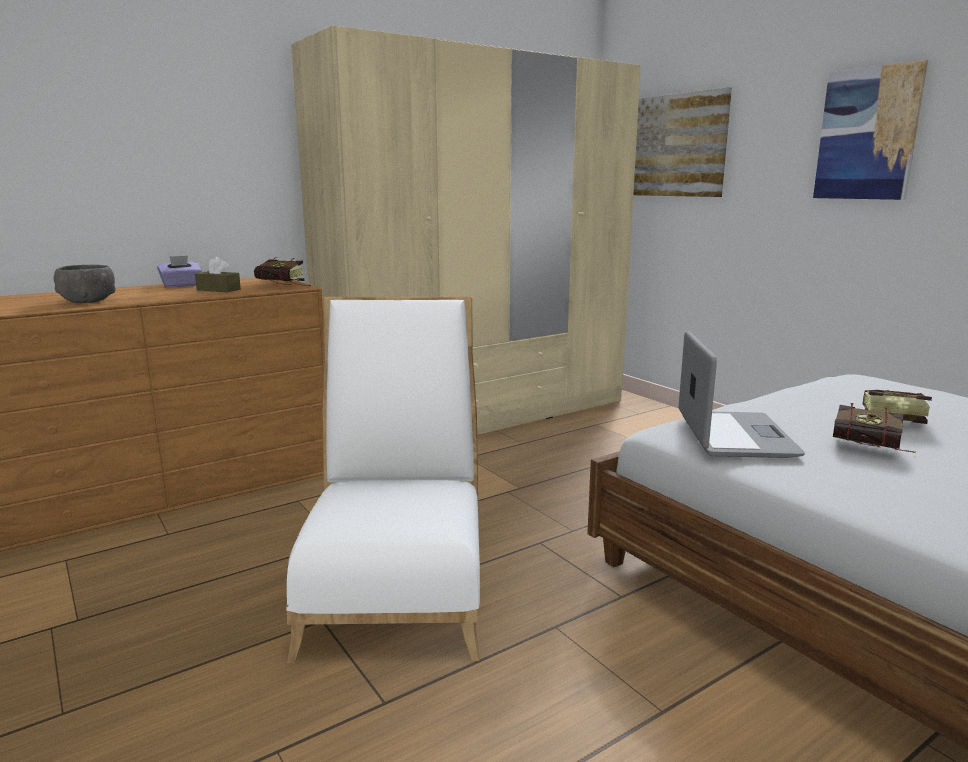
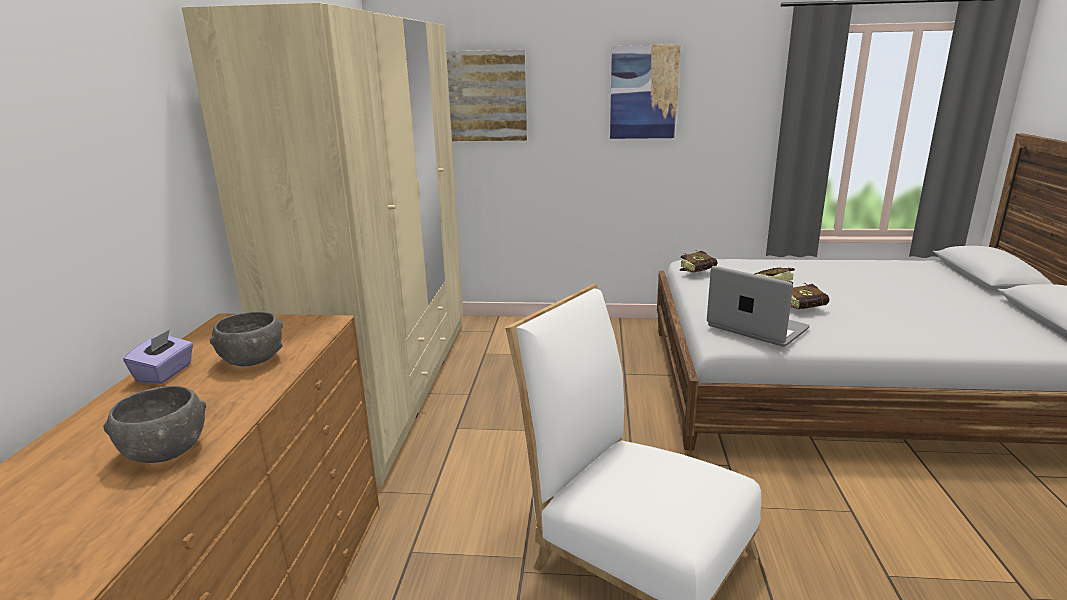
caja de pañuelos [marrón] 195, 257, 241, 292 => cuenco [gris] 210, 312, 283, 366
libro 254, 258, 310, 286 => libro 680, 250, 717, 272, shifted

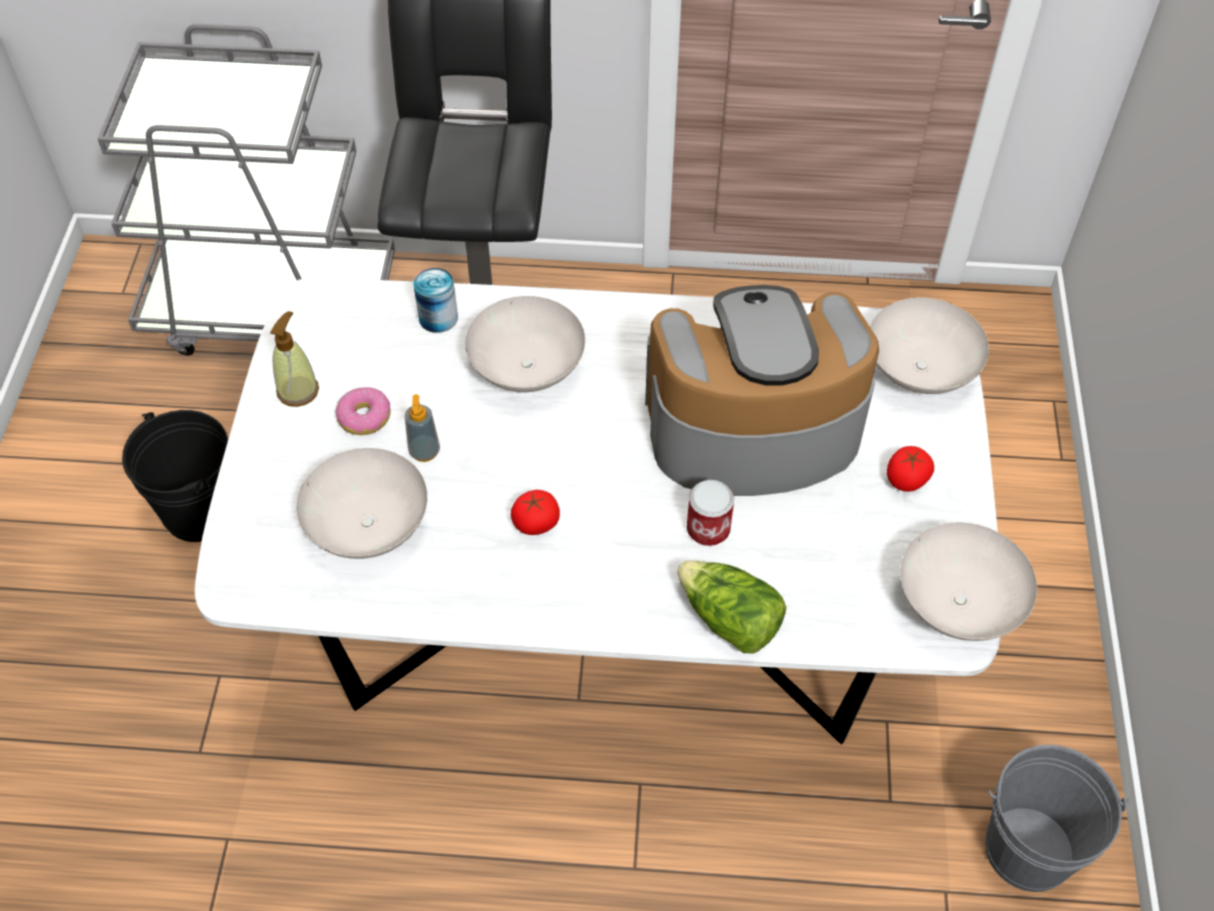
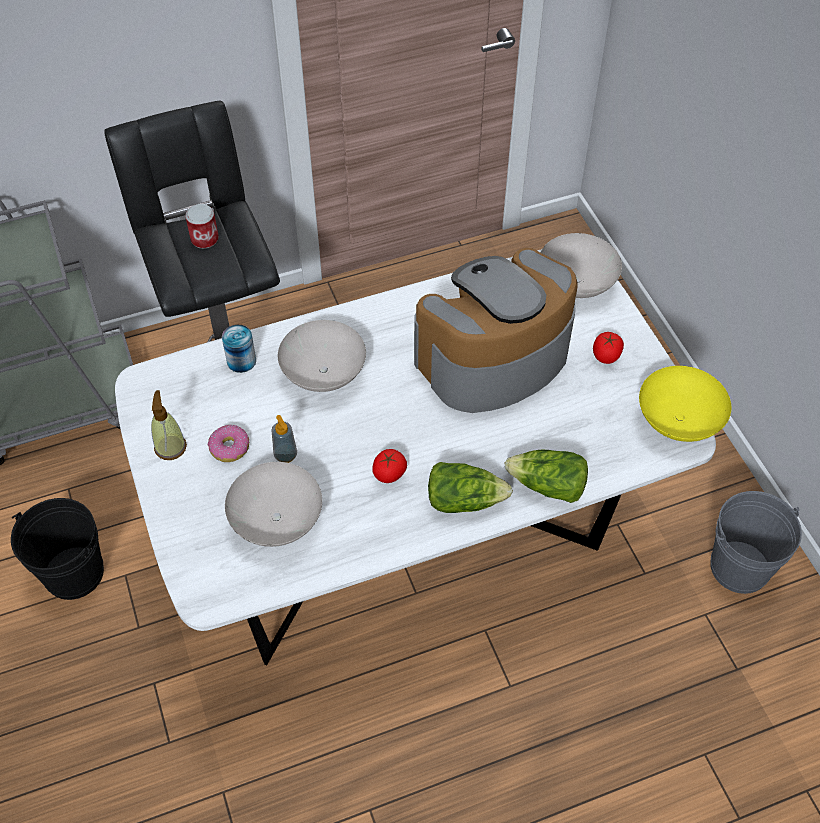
lata 687, 480, 734, 546 => lata 185, 204, 219, 249, shifted
cuenco [blanco] 900, 522, 1037, 641 => cuenco [amarillo] 639, 366, 731, 442
nothing => lechuga 428, 462, 513, 513

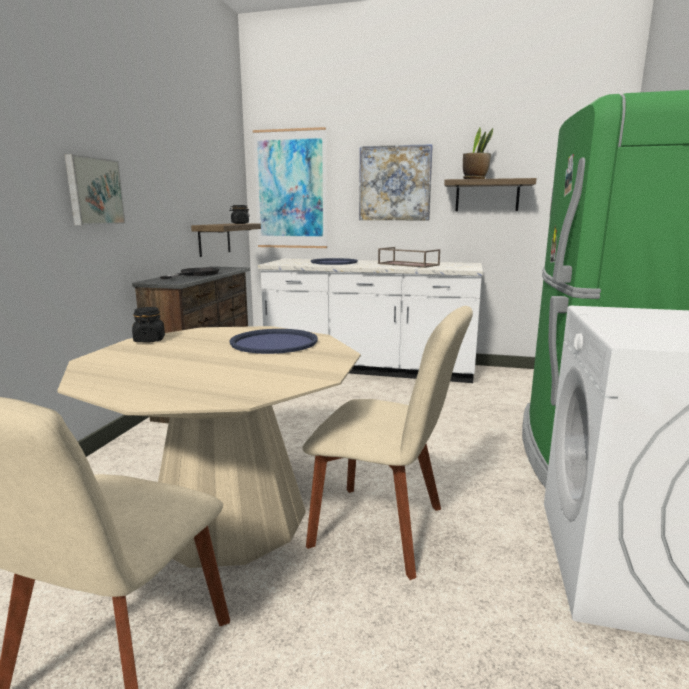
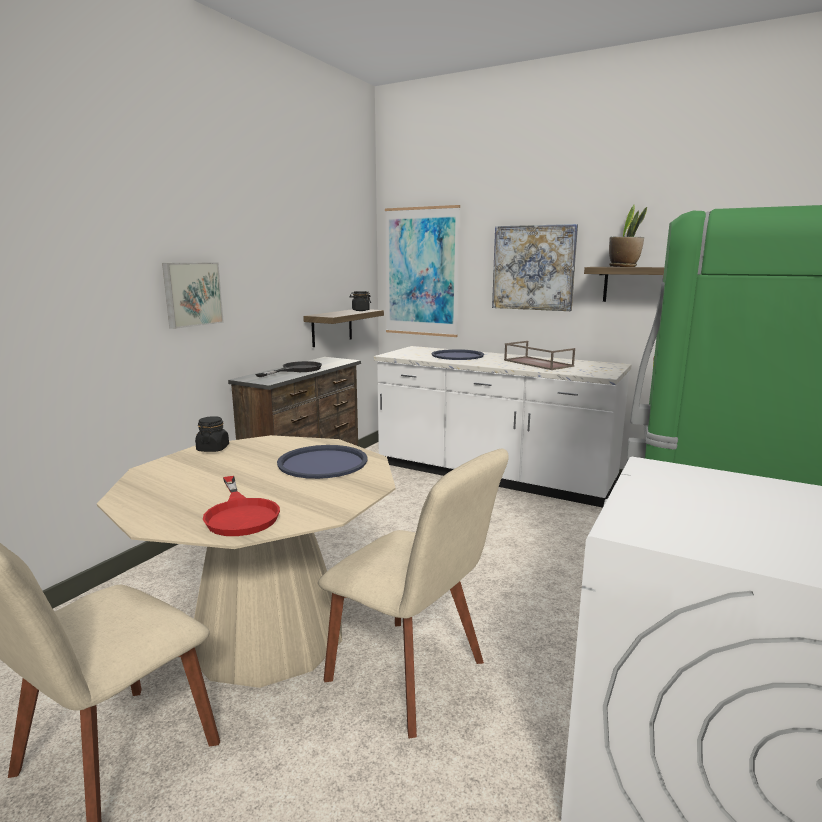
nothing => sartén [rojo] 203, 476, 280, 536

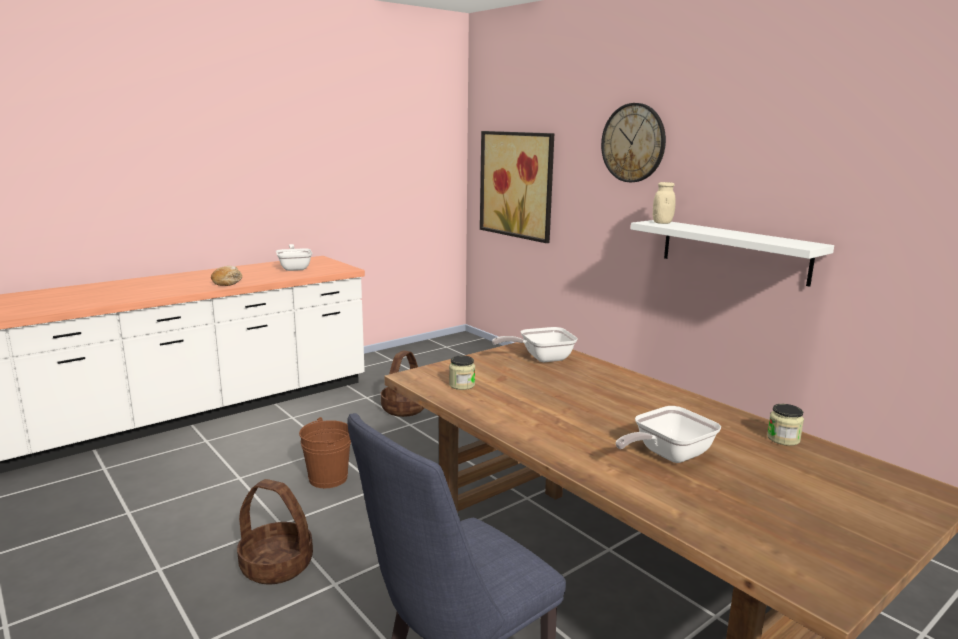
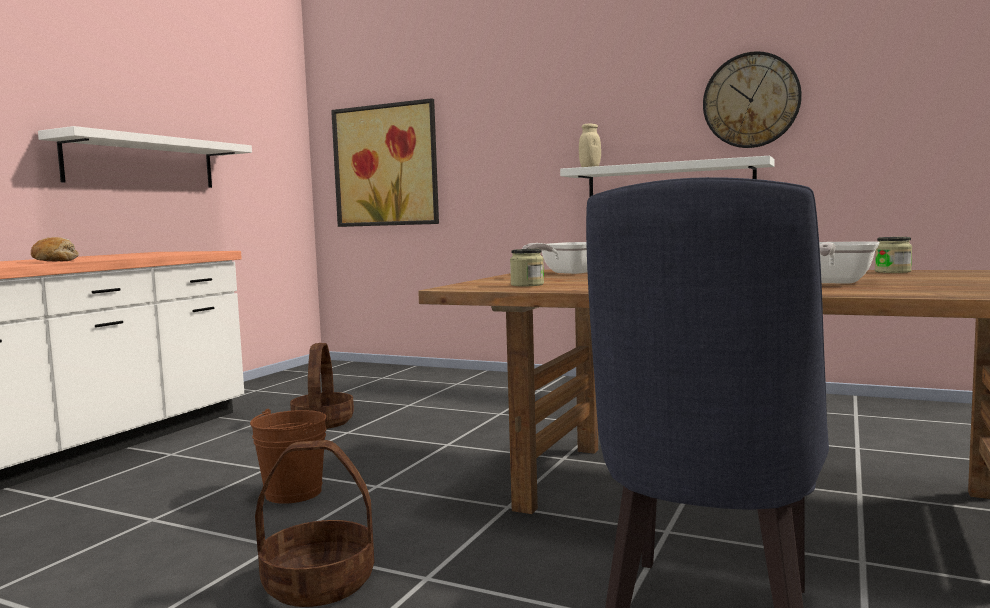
sartén 276, 244, 312, 271 => nothing
reloj de pared 601, 103, 666, 182 => reloj de pared 703, 51, 802, 148, shifted
nothing => estante [blanco] 38, 126, 252, 188

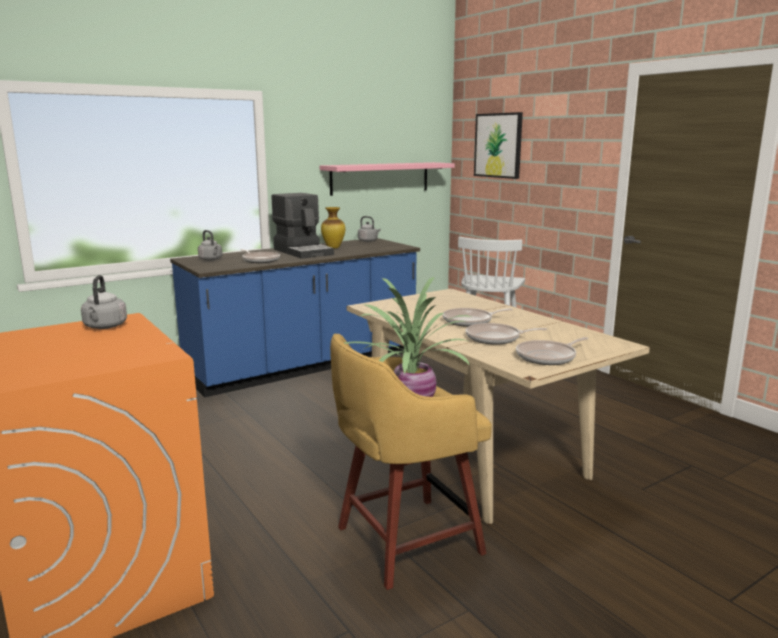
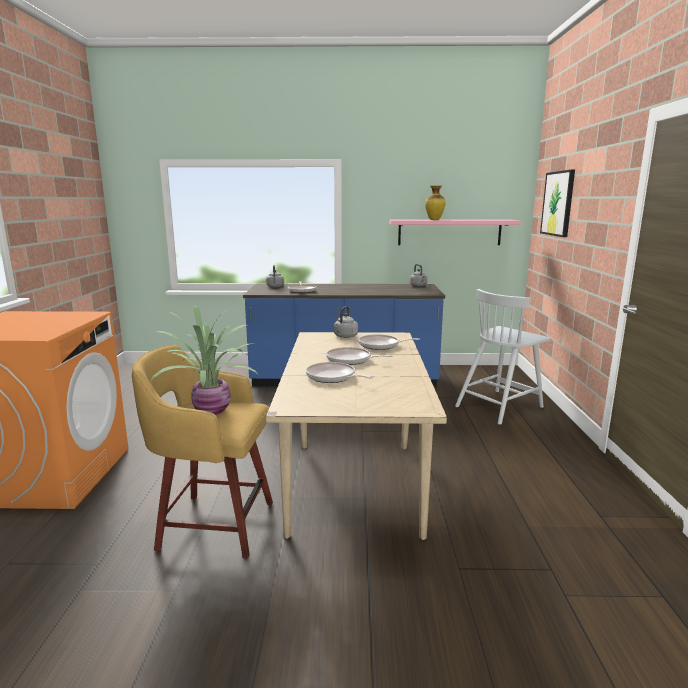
hervidor [gris] 81, 275, 127, 329 => hervidor [gris] 334, 306, 358, 338, shifted
cafetera 272, 193, 334, 259 => nothing
florero 321, 207, 345, 249 => florero 425, 185, 446, 220, shifted
sartén 516, 337, 588, 365 => sartén 358, 334, 420, 350, shifted

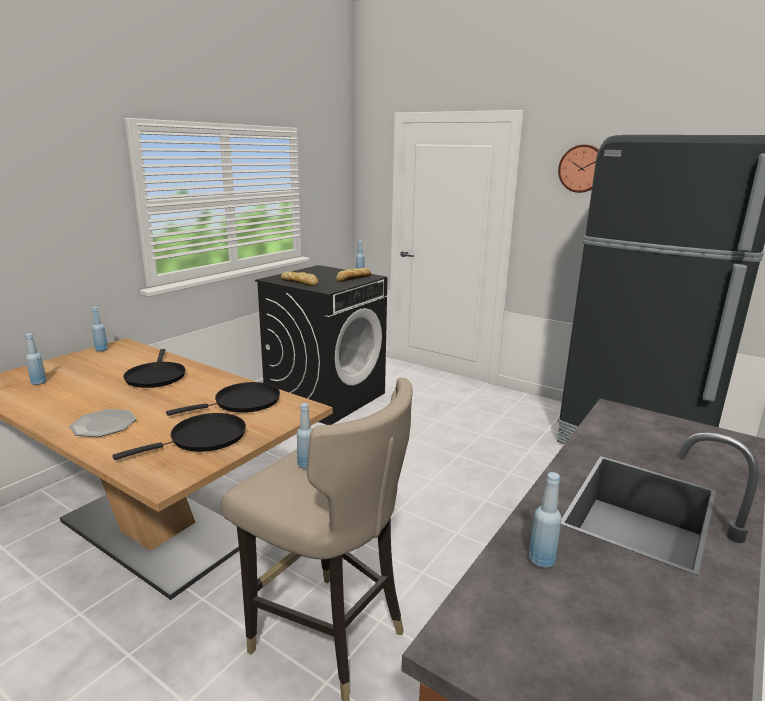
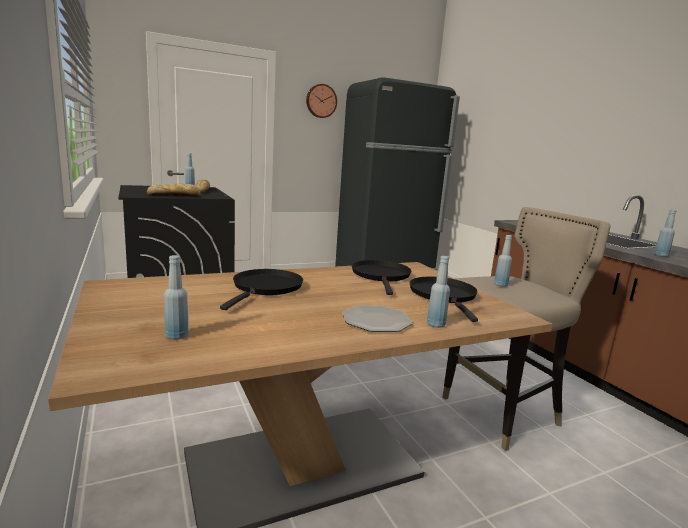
botella [azul] 92, 307, 108, 352 => botella [azul] 427, 256, 450, 328, shifted
sartén [negro] 123, 349, 185, 388 => sartén [negro] 220, 269, 303, 310, 90 degrees counterclockwise

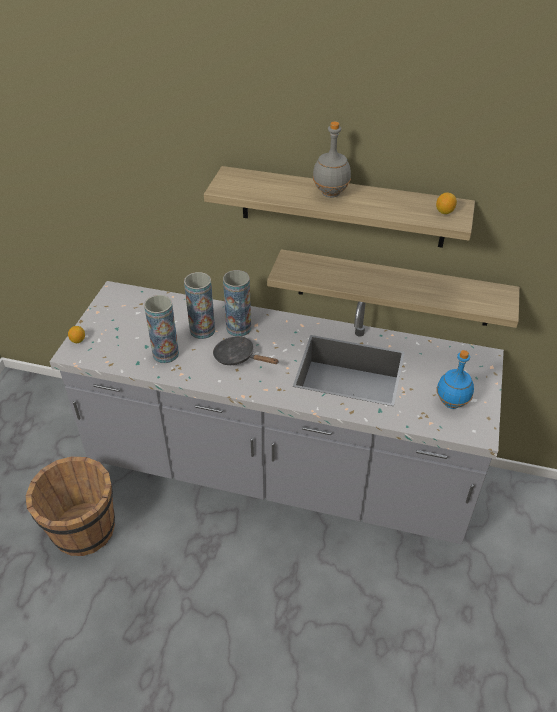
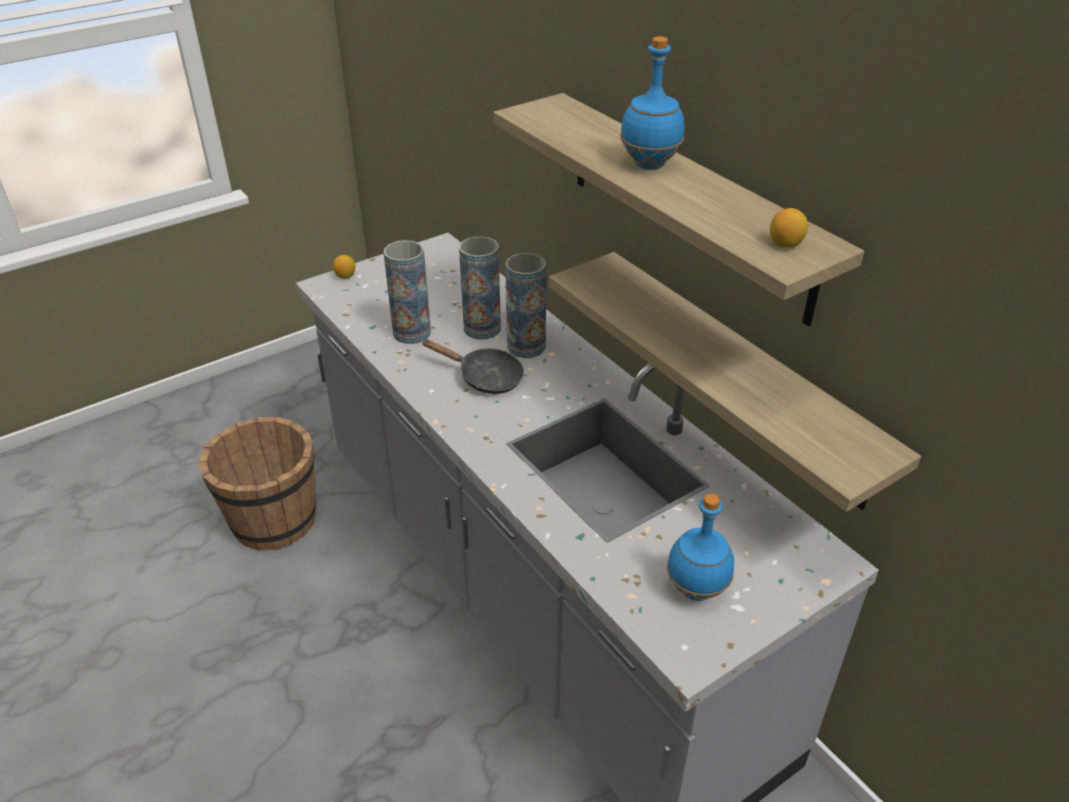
sartén [negro] 213, 336, 278, 365 => sartén [negro] 422, 339, 524, 394, 135 degrees clockwise
botella [gris] 313, 122, 351, 198 => botella [azul] 620, 36, 685, 170

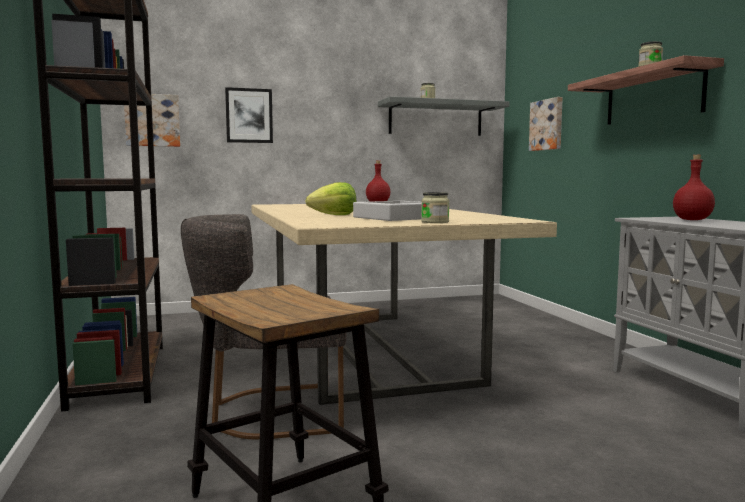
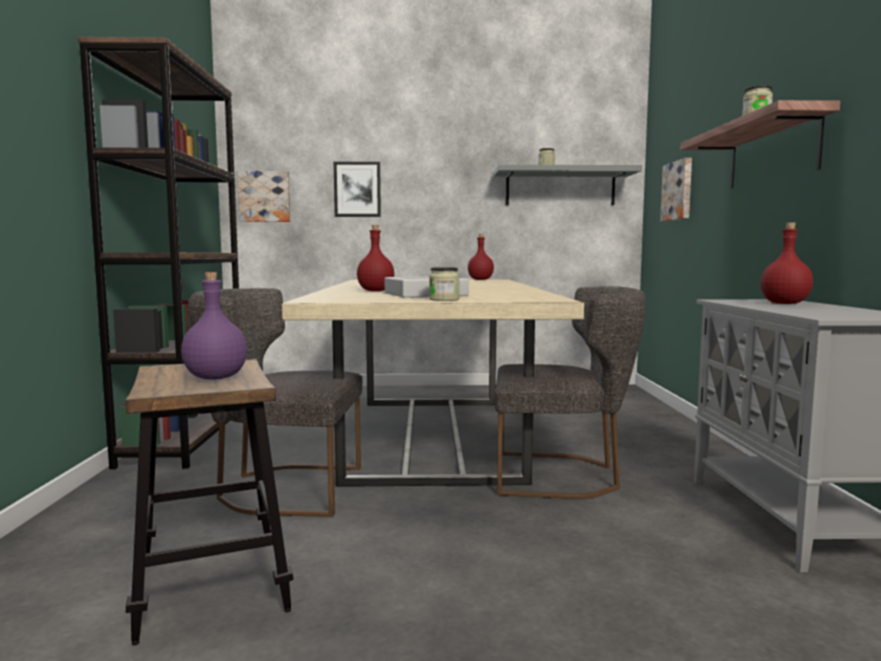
lechuga 305, 182, 356, 215 => botella [rojo] 357, 225, 394, 291
nothing => botella [morado] 181, 272, 247, 380
nothing => silla [gris] 495, 286, 646, 499

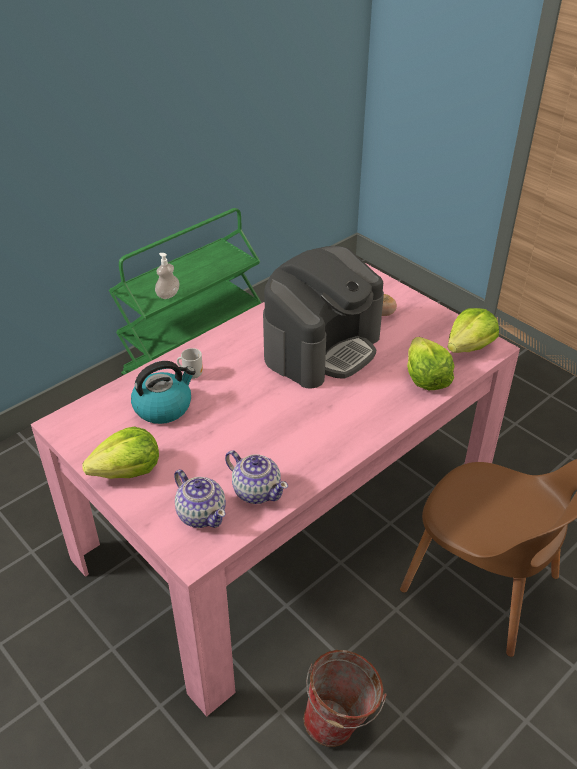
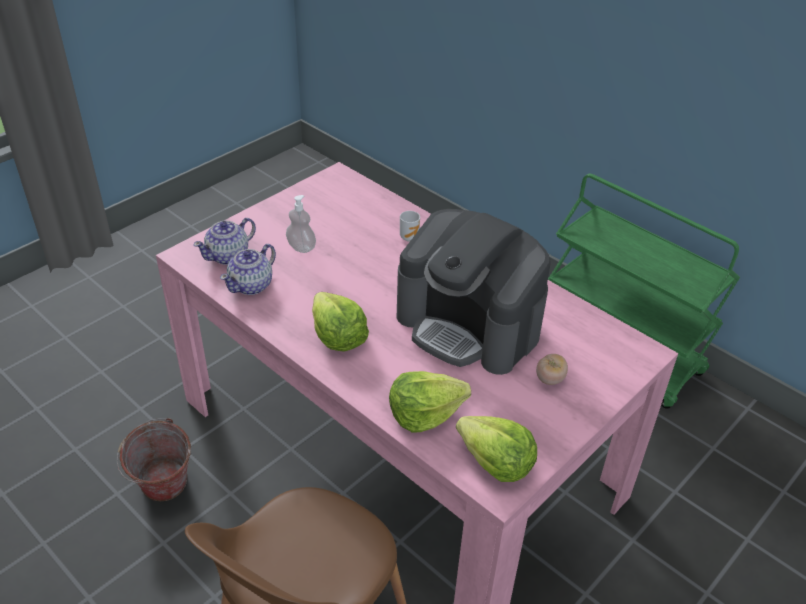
lechuga 82, 427, 159, 479 => lechuga 312, 292, 369, 352, shifted
hervidor 131, 361, 196, 424 => nothing
dispensador de jabón 155, 253, 180, 299 => dispensador de jabón 286, 195, 316, 253, shifted

